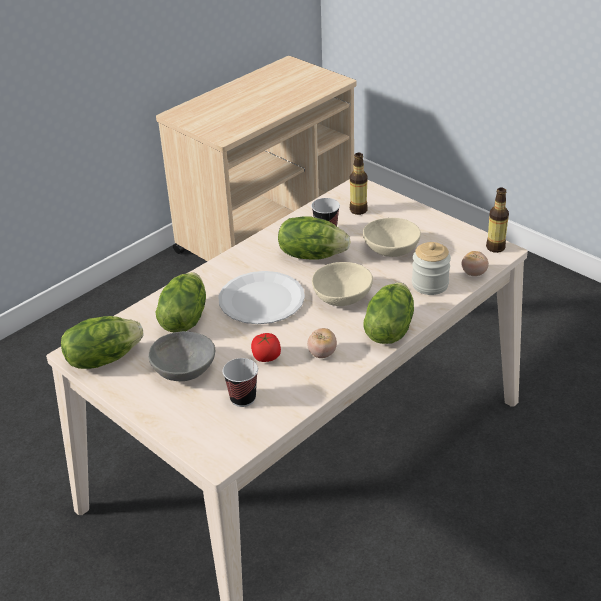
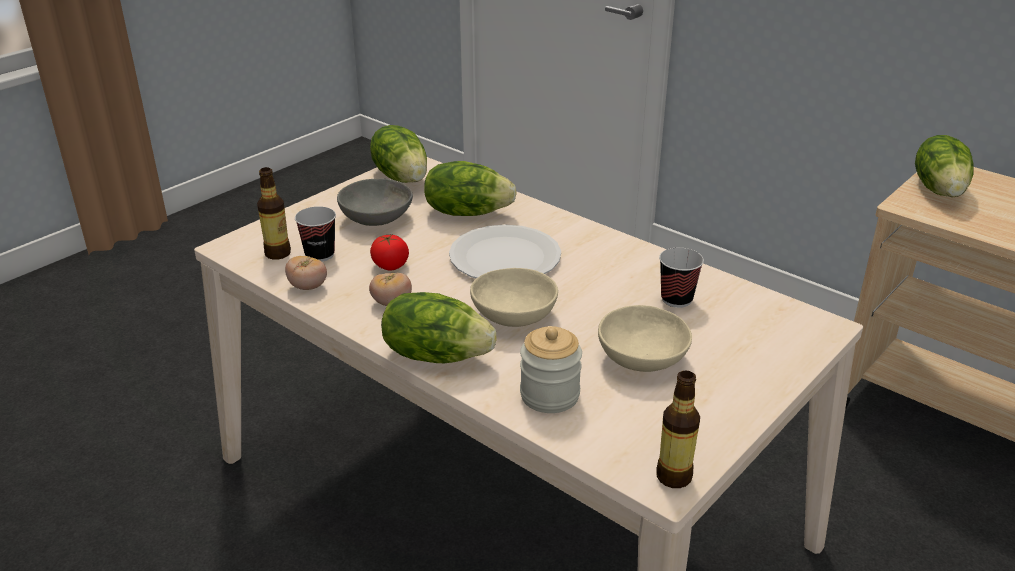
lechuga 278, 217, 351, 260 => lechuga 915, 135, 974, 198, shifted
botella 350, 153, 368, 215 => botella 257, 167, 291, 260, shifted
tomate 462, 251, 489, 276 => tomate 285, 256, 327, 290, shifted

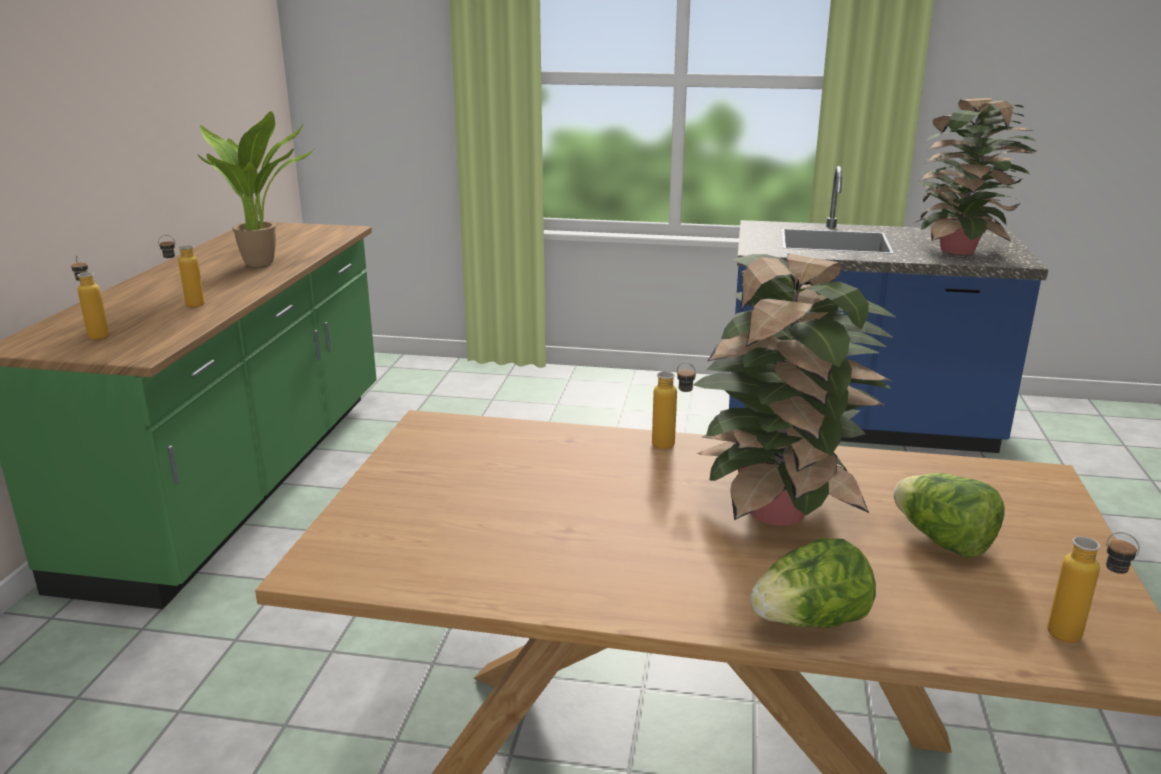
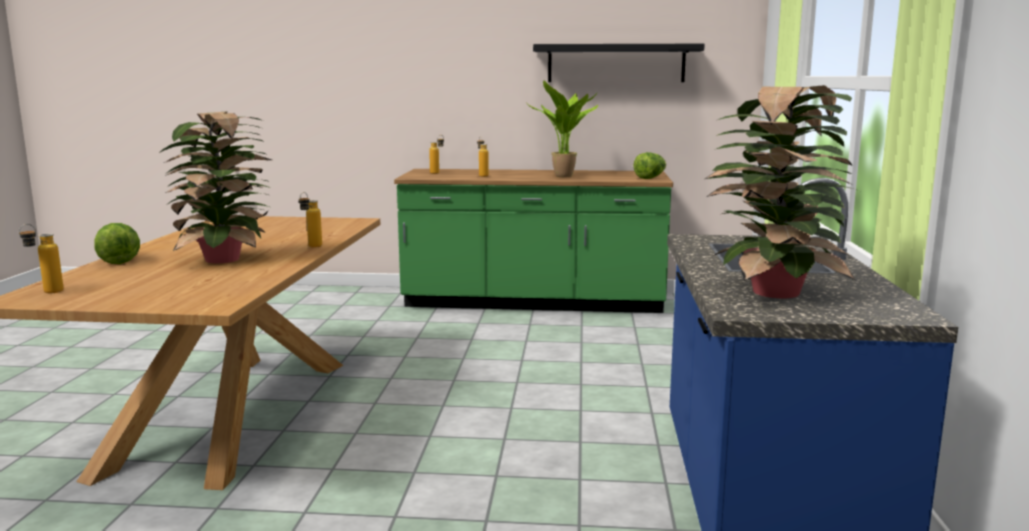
lechuga 893, 473, 1005, 558 => lechuga 633, 152, 666, 179, shifted
nothing => estante [negro] 533, 44, 705, 82

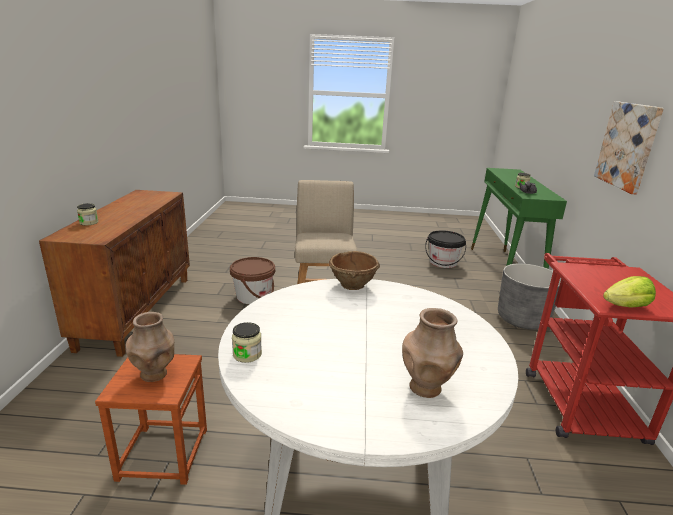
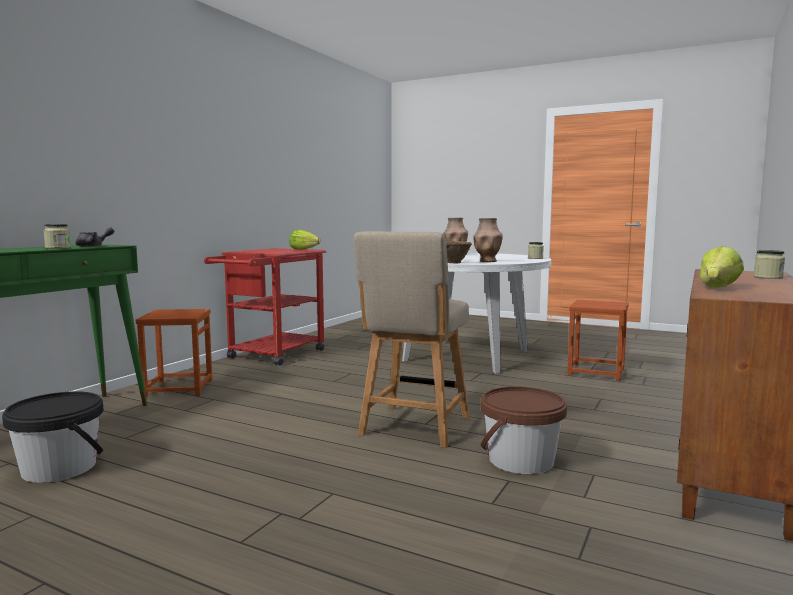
florero [marrón] 126, 312, 174, 382 => florero [marrón] 473, 218, 503, 262, shifted
maceta [gris] 498, 263, 561, 330 => taburete [marrón] 136, 309, 212, 397
cuadro 594, 101, 664, 194 => nothing
nothing => lechuga 699, 246, 744, 287

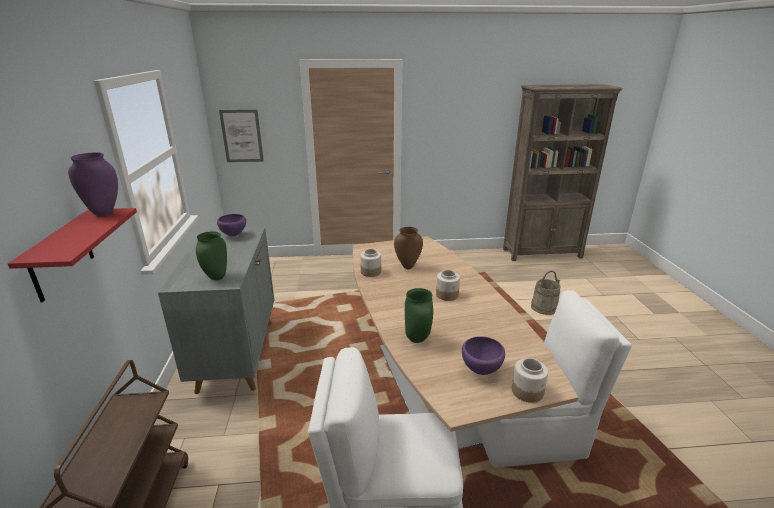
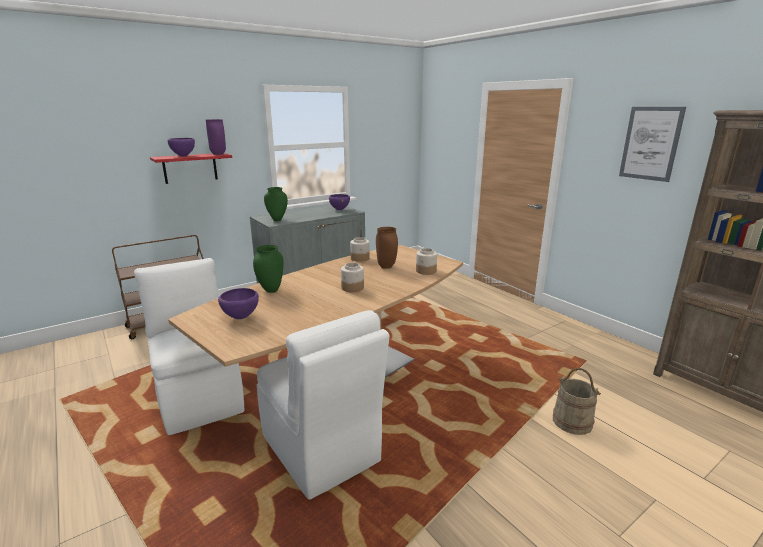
cuadro 219, 109, 264, 162 => cuadro 619, 107, 686, 182, shifted
tarro 512, 358, 548, 403 => tarro 416, 248, 437, 275, shifted
nothing => cuenco [morado] 168, 138, 195, 156

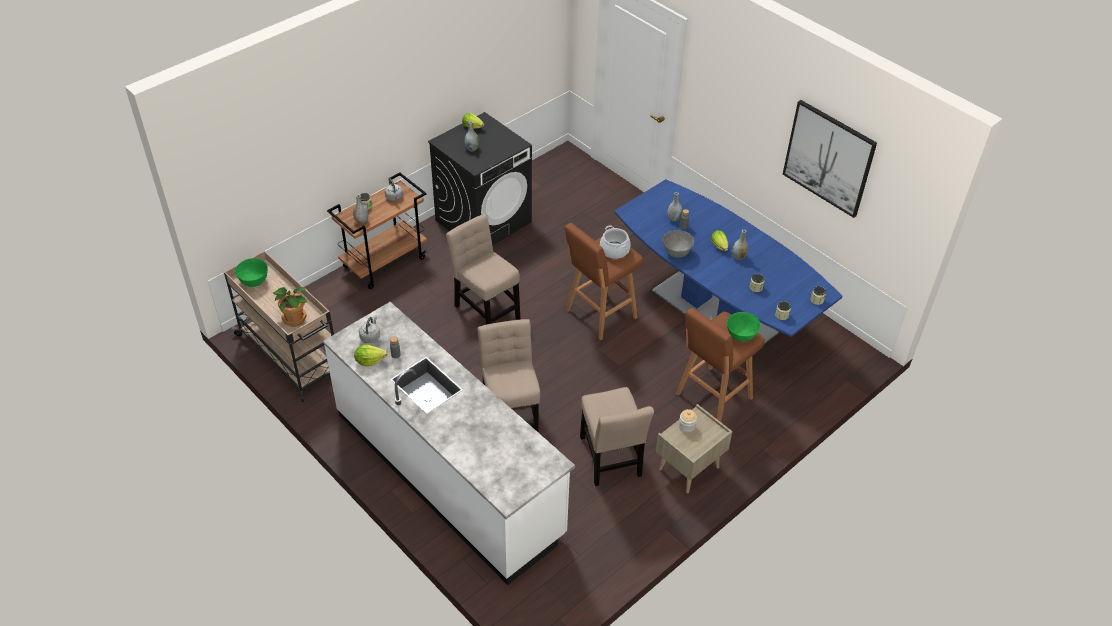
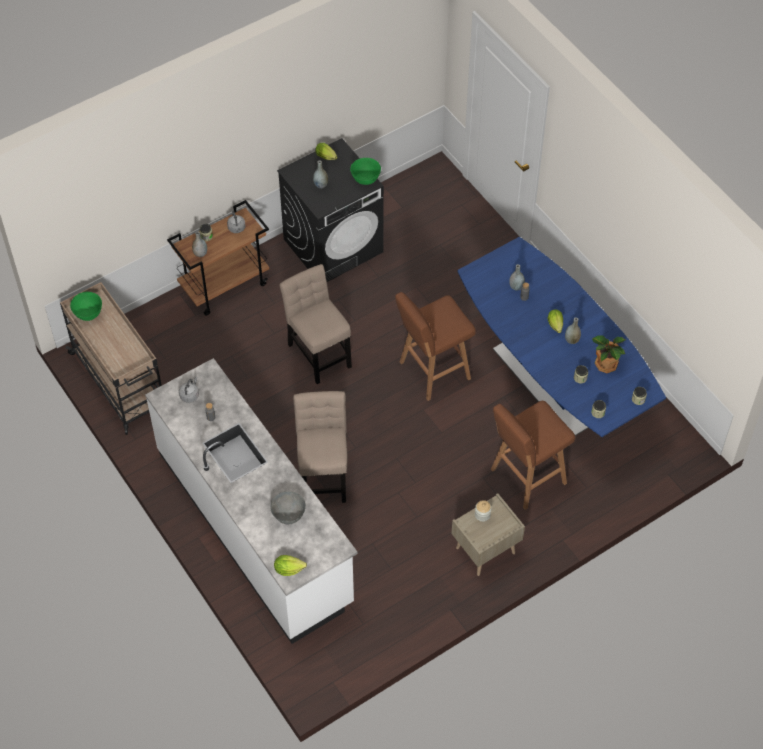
planta en maceta 273, 287, 307, 327 => planta en maceta 592, 336, 625, 373, shifted
lechuga 354, 345, 388, 366 => lechuga 274, 555, 307, 576, shifted
silla [beis] 580, 387, 654, 486 => nothing
olla 600, 225, 630, 259 => nothing
cuenco [gris] 663, 230, 694, 258 => cuenco [gris] 270, 491, 306, 524, shifted
cuenco [verde] 727, 312, 761, 341 => cuenco [verde] 350, 158, 381, 185, shifted
cuadro 783, 100, 877, 218 => nothing

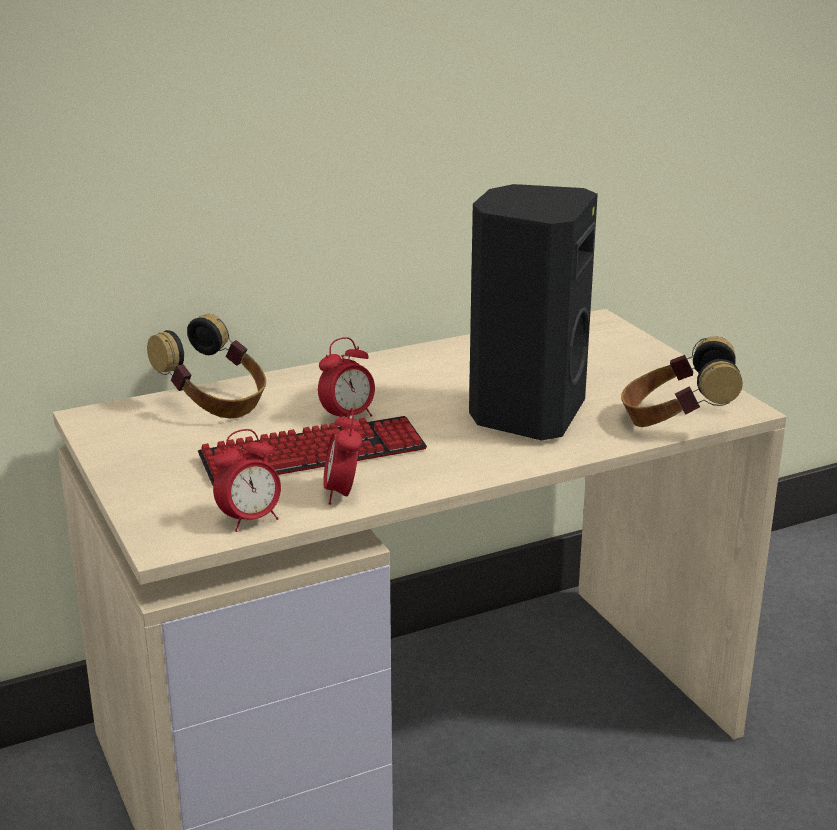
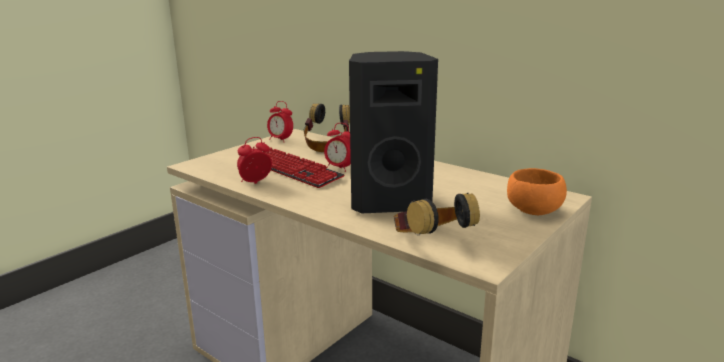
despertador 213, 429, 281, 532 => despertador 267, 101, 293, 141, shifted
nothing => cuenco [naranja] 507, 168, 567, 215

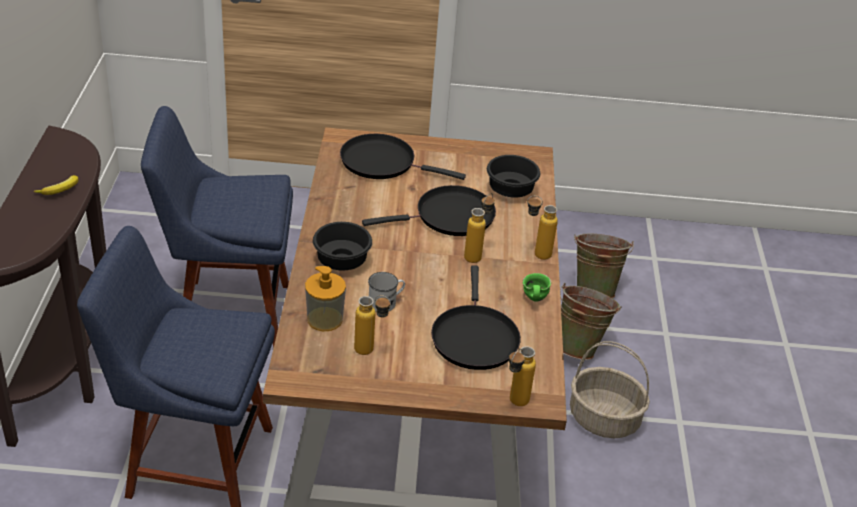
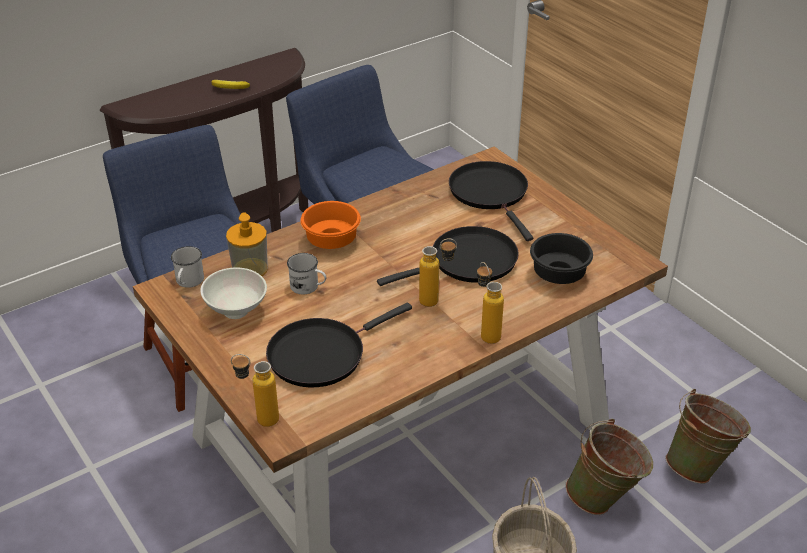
cuenco [negro] 313, 222, 372, 270 => cuenco [naranja] 301, 201, 361, 249
botella 354, 295, 391, 355 => cuenco [blanco] 200, 268, 267, 319
sartén [negro] 362, 185, 496, 236 => sartén [negro] 377, 226, 519, 286, 60 degrees counterclockwise
taza grande [verde] 523, 273, 551, 302 => nothing
nothing => taza grande [blanco] 171, 246, 204, 288

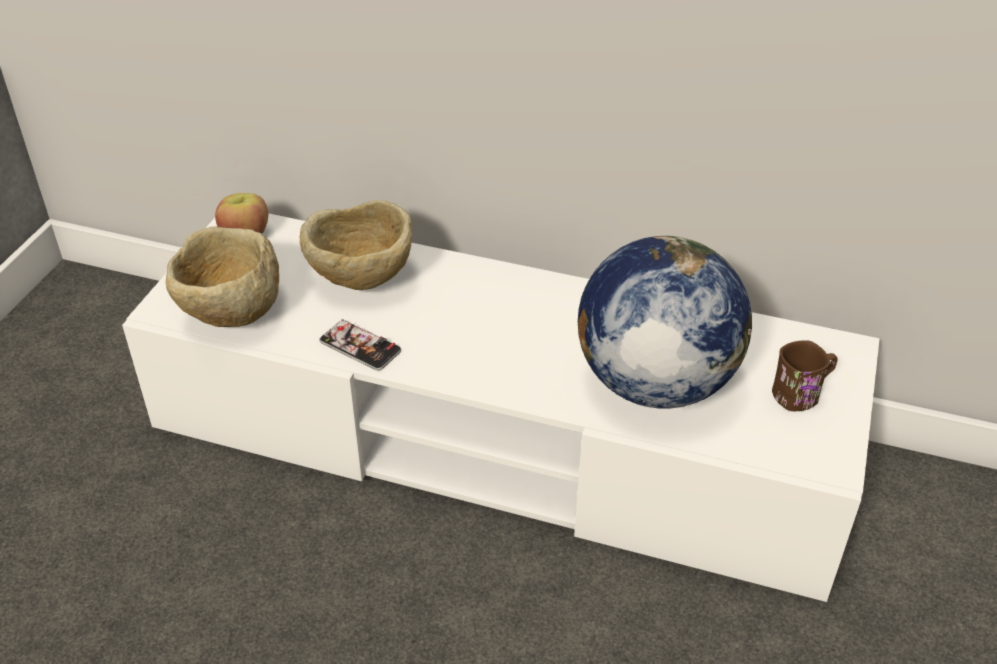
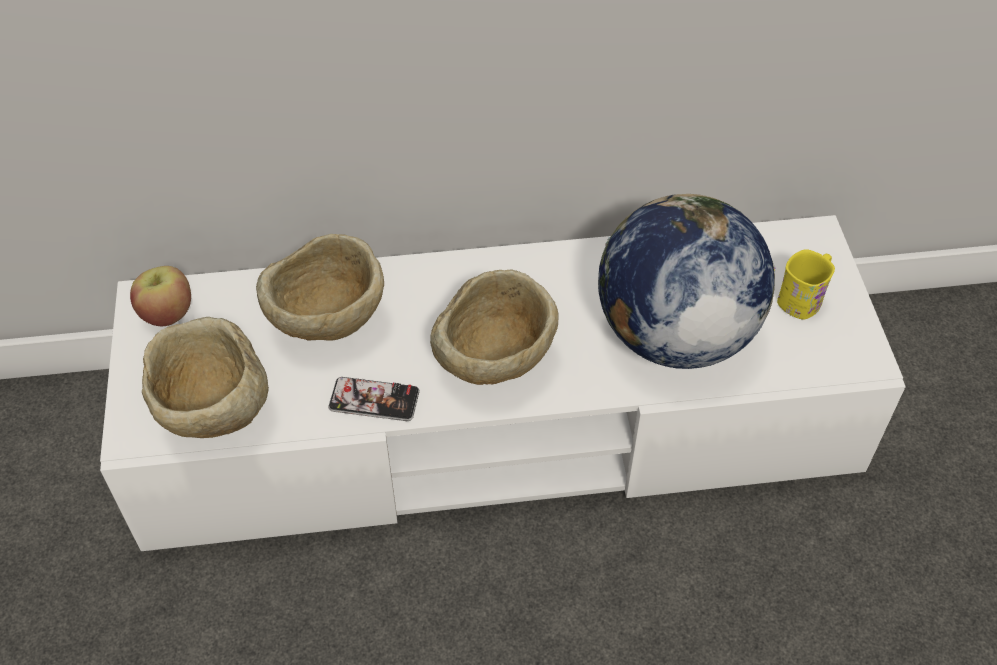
taza grande [marrón] 772, 340, 838, 411 => taza grande [amarillo] 777, 249, 835, 320
nothing => cuenco [beis] 430, 269, 558, 385

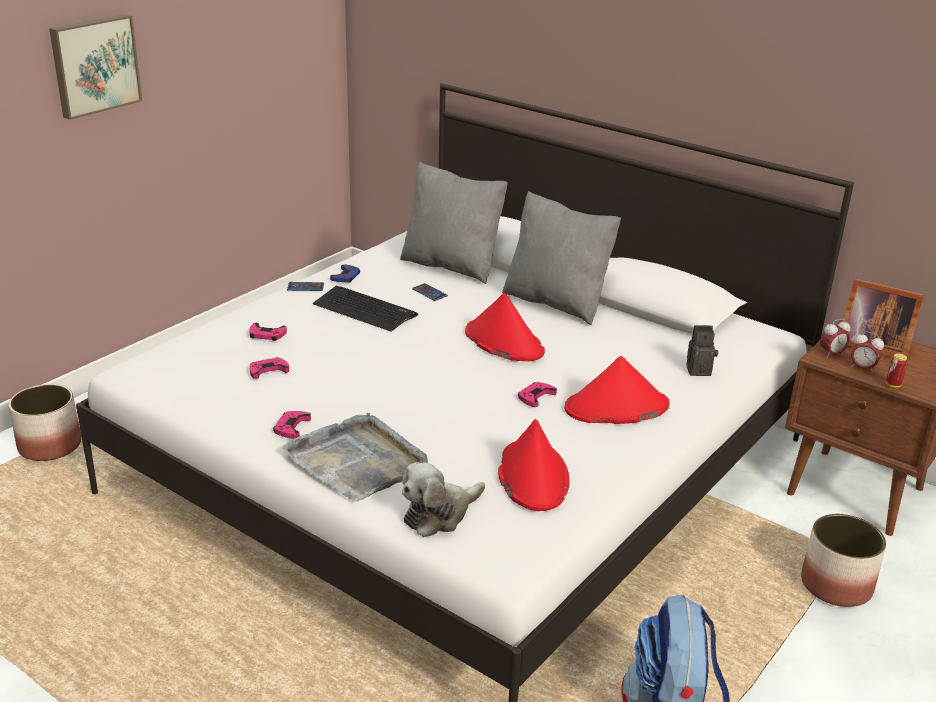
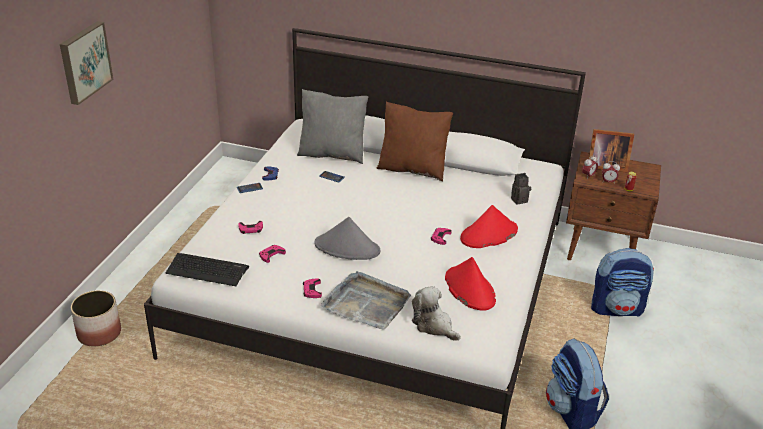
teclado 313, 286, 418, 332 => teclado 166, 253, 249, 286, shifted
peluche 402, 462, 485, 537 => peluche 412, 286, 461, 341, 105 degrees clockwise
sombrero [rojo] 465, 293, 545, 361 => nothing
cojín [gris] 502, 191, 621, 325 => cojín [marrón] 377, 101, 453, 182
maceta 801, 514, 886, 607 => mochila 591, 248, 654, 317
nothing => sombrero [gris] 315, 217, 380, 260

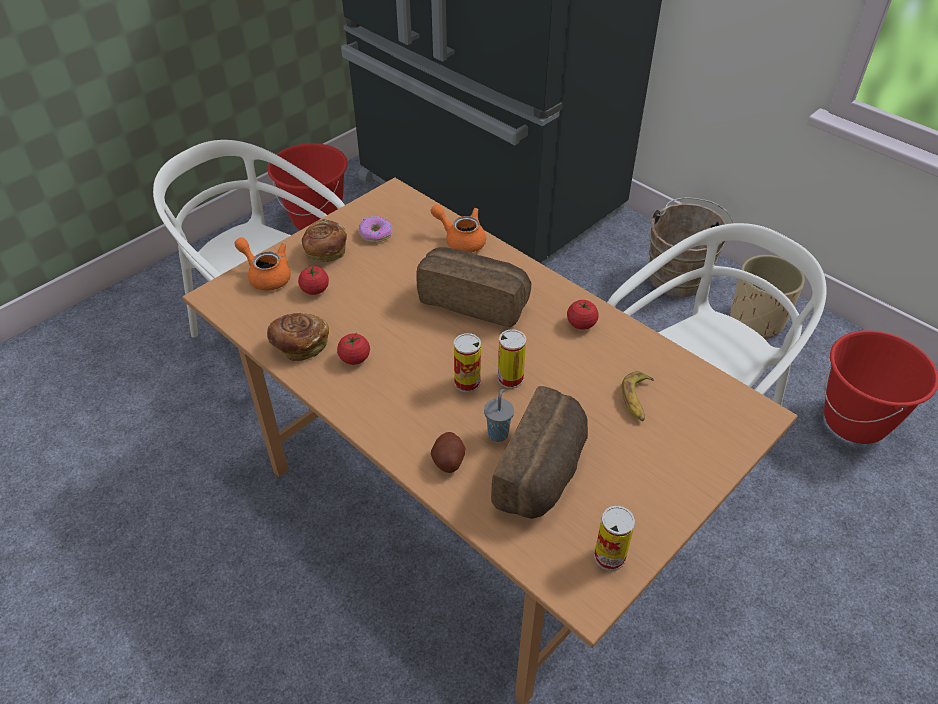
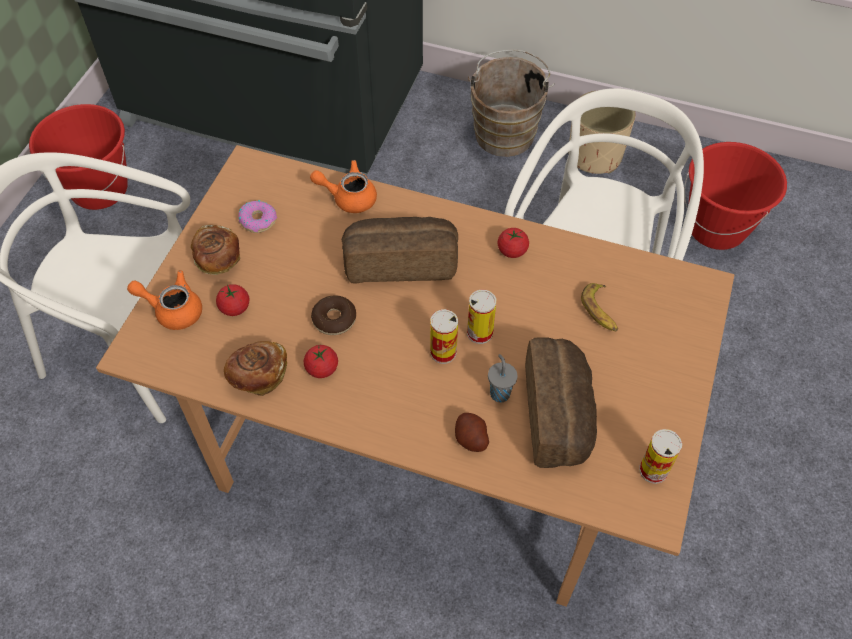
nothing => rosquilla 311, 295, 356, 335

